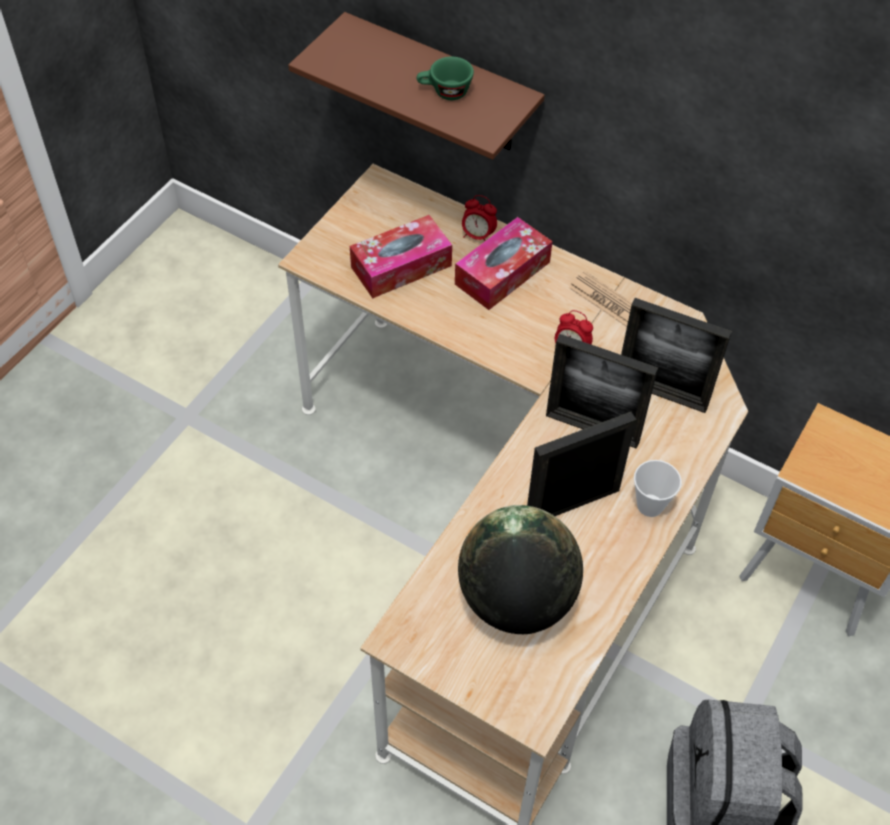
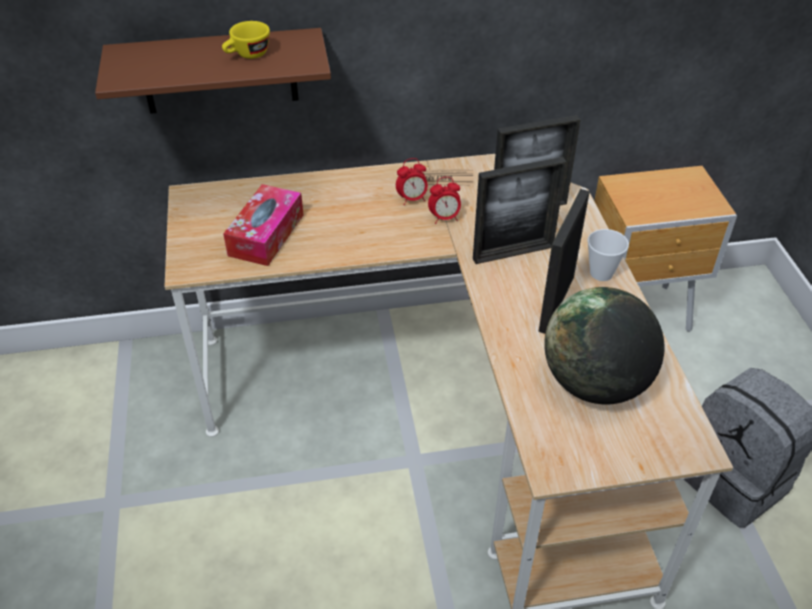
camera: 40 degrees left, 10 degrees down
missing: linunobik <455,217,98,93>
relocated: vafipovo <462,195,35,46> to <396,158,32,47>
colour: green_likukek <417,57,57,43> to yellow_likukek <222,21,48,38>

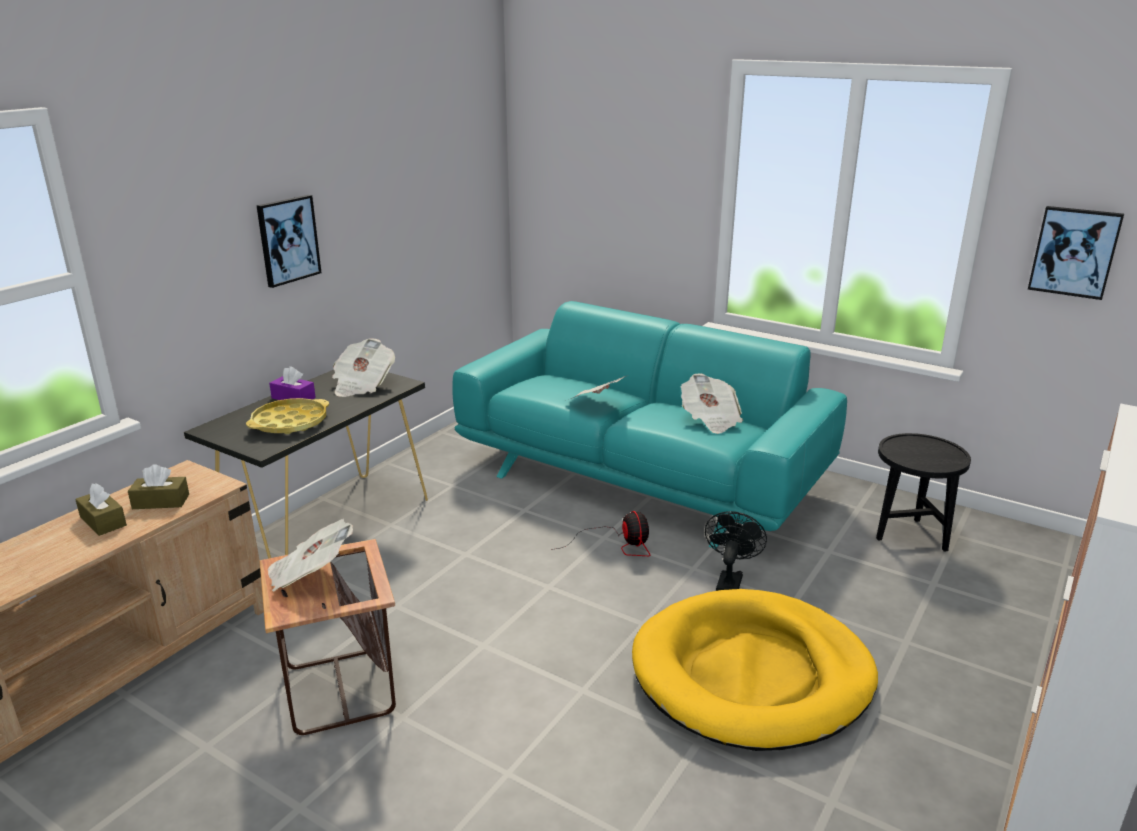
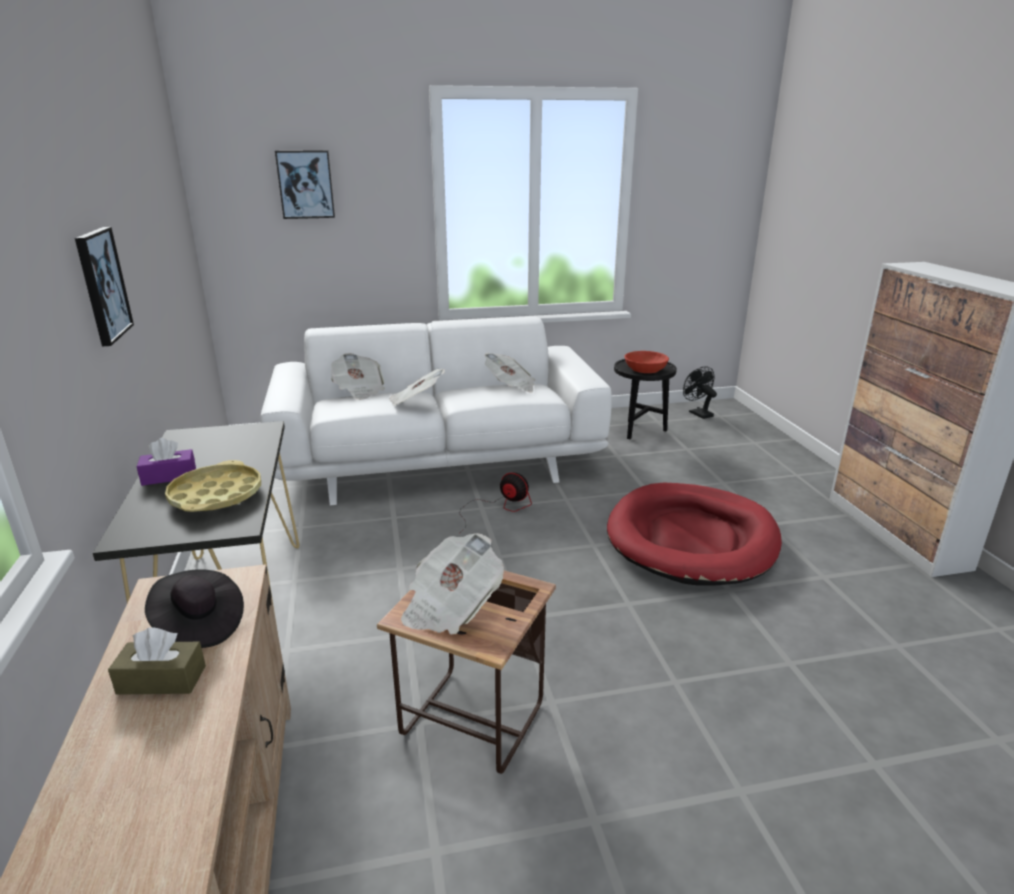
camera: 45 degrees left, 0 degrees up
appeared: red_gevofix <624,351,45,22>
relocated: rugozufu <332,338,63,59> to <331,353,54,47>; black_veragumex <705,511,62,80> to <683,366,34,53>; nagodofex <1028,206,96,94> to <275,150,60,69>
exchanged: brown_linunobik <128,464,61,45> to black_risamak <145,569,99,79>
colour: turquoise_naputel <452,301,395,248> to white_naputel <260,317,352,188>; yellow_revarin <632,589,246,162> to red_revarin <607,483,175,103>

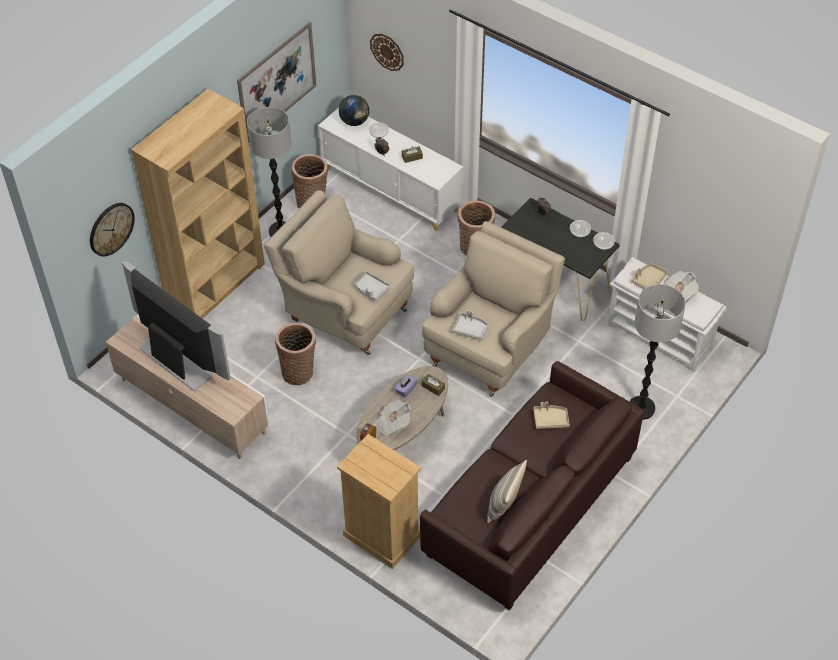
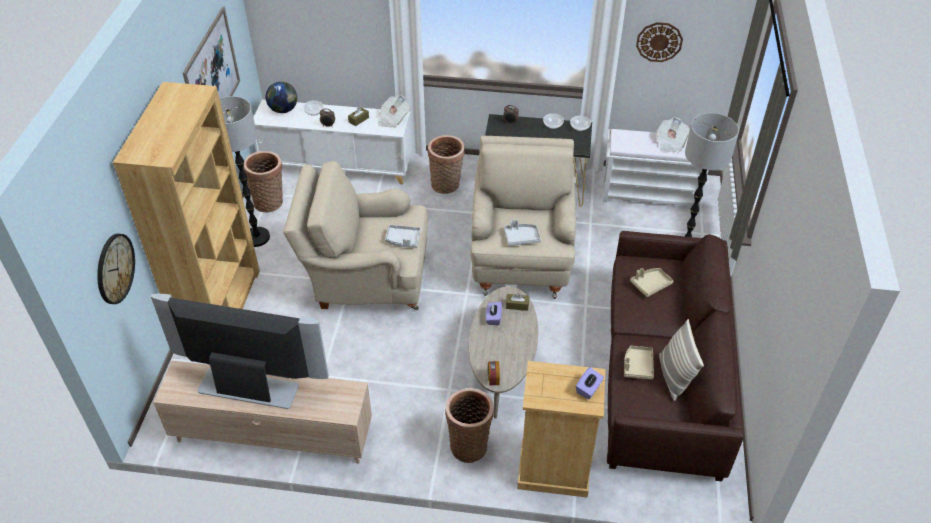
camera: 30 degrees left, 5 degrees down
appeared: purple_linunobik <576,367,28,32>
relocated: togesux <275,323,41,62> to <445,388,49,75>; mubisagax <370,34,34,37> to <636,22,47,40>; rugozufu <373,400,38,38> to <378,95,32,33>; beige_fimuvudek <631,263,37,26> to <624,346,30,34>

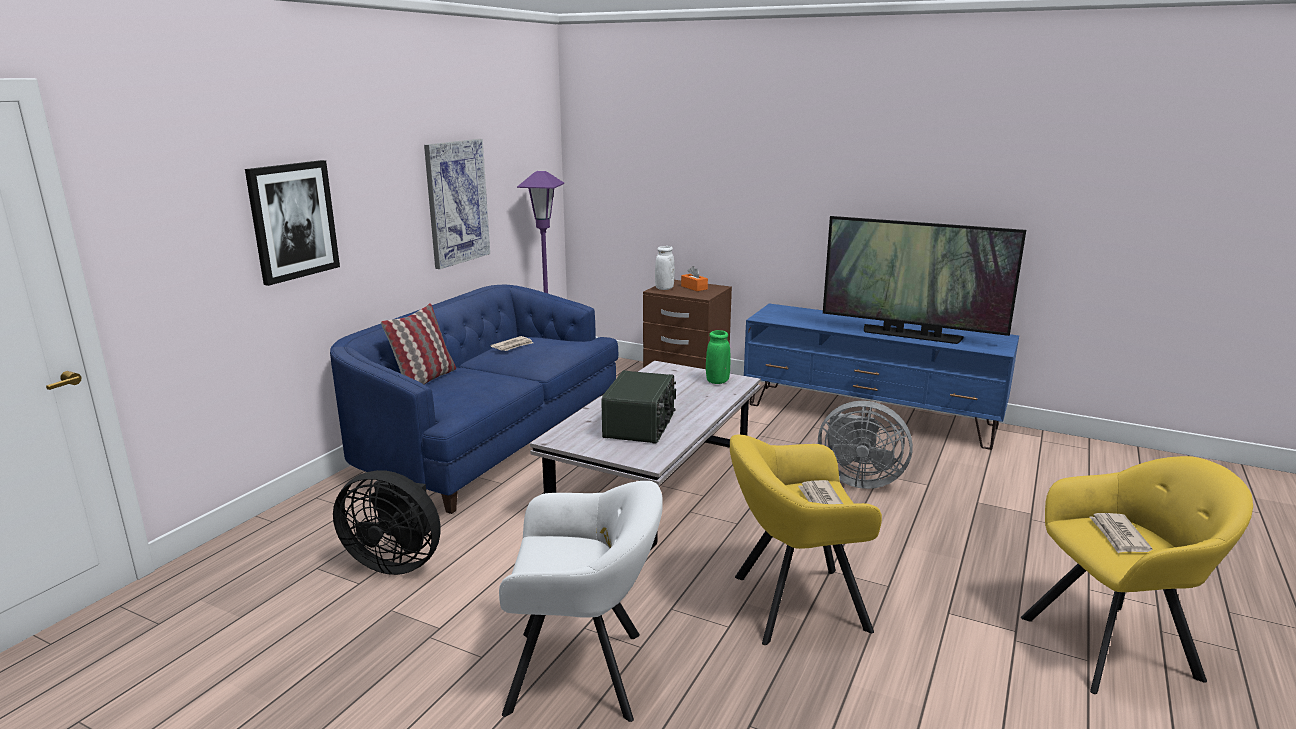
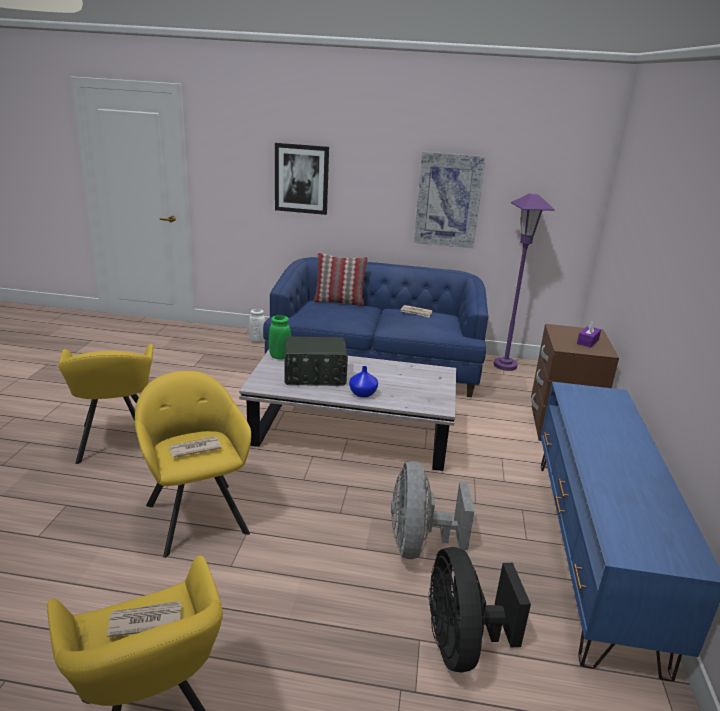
camera: 70 degrees right, 5 degrees up
missing: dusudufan <823,216,203,128>
appeared: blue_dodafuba <349,366,29,32>
relocated: black_veragumex <333,470,108,105> to <429,547,102,126>; white_dodafuba <655,246,20,44> to <248,309,18,33>; green_dodafuba <706,330,25,54> to <269,315,22,44>
colour: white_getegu <499,481,164,241> to yellow_getegu <59,344,94,120>; orange_linunobik <681,266,27,25> to purple_linunobik <577,320,24,28>

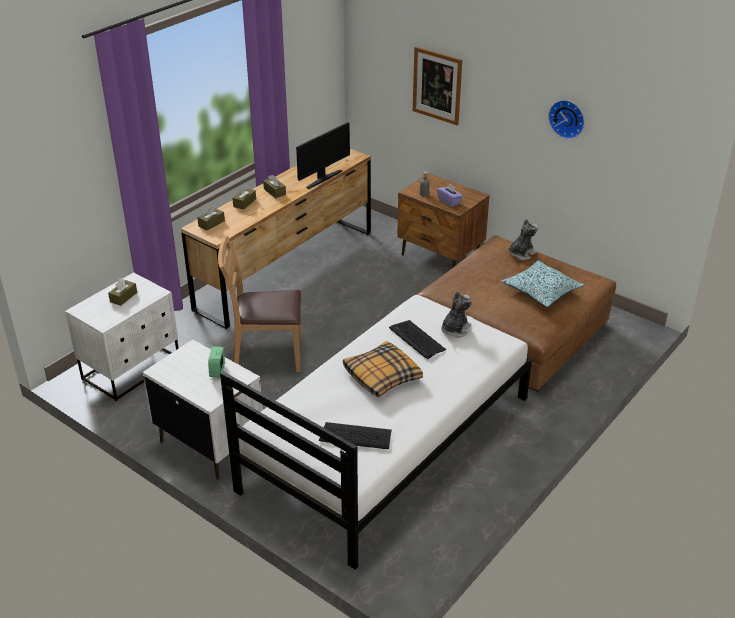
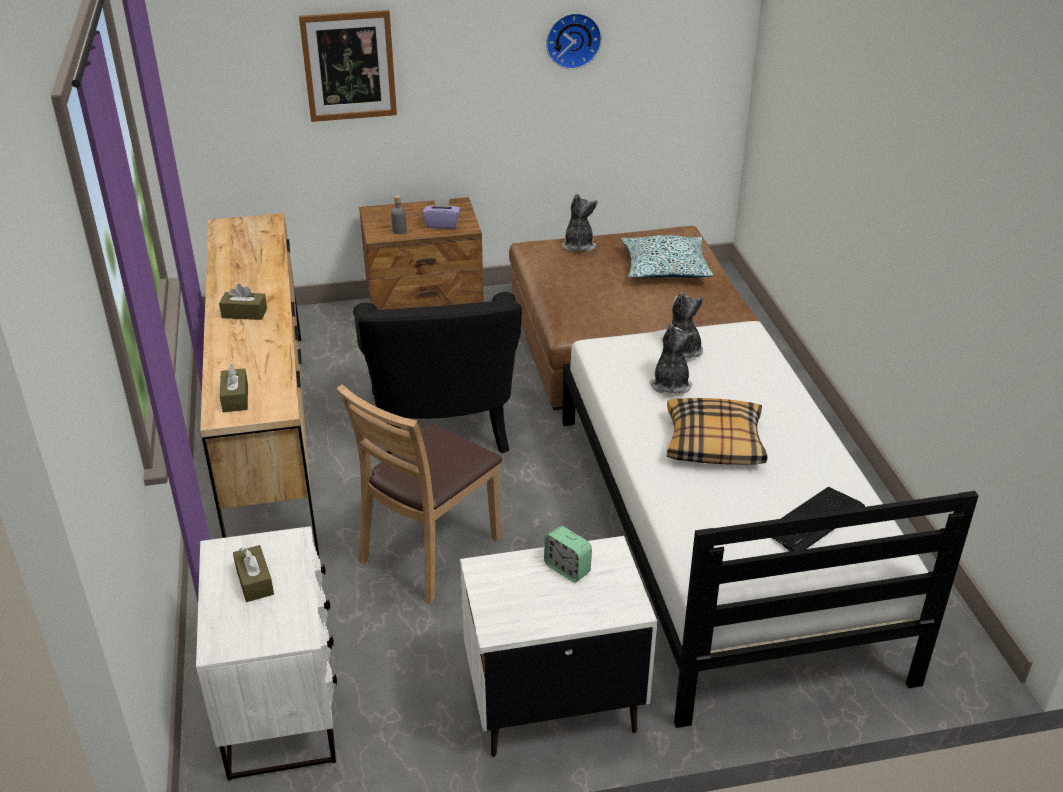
camera: 50 degrees left, 0 degrees up
missing: brown_linunobik <232,185,24,25>; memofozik <296,122,54,67>
appeared: black_getegu <353,292,169,163>
exchanged: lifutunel <389,320,57,39> to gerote <650,324,47,70>

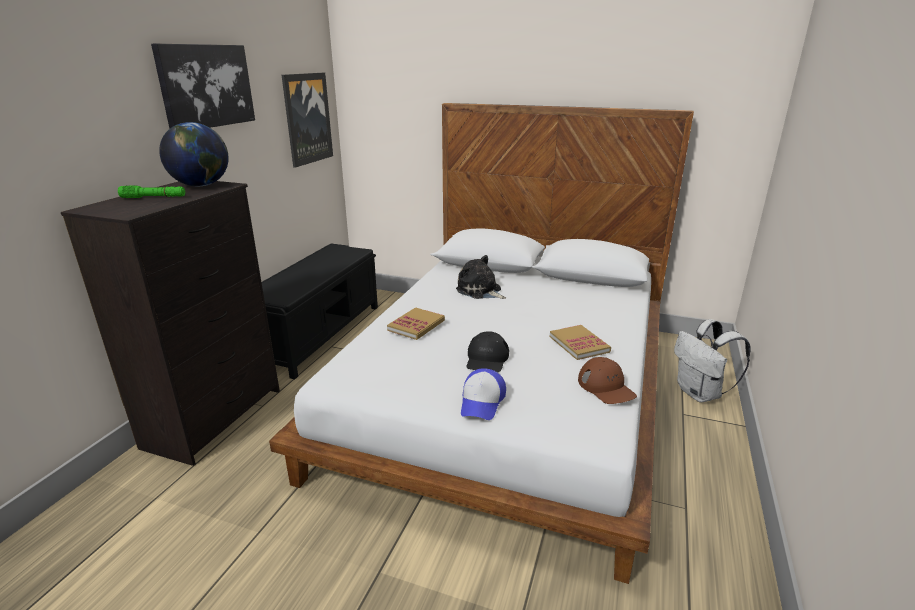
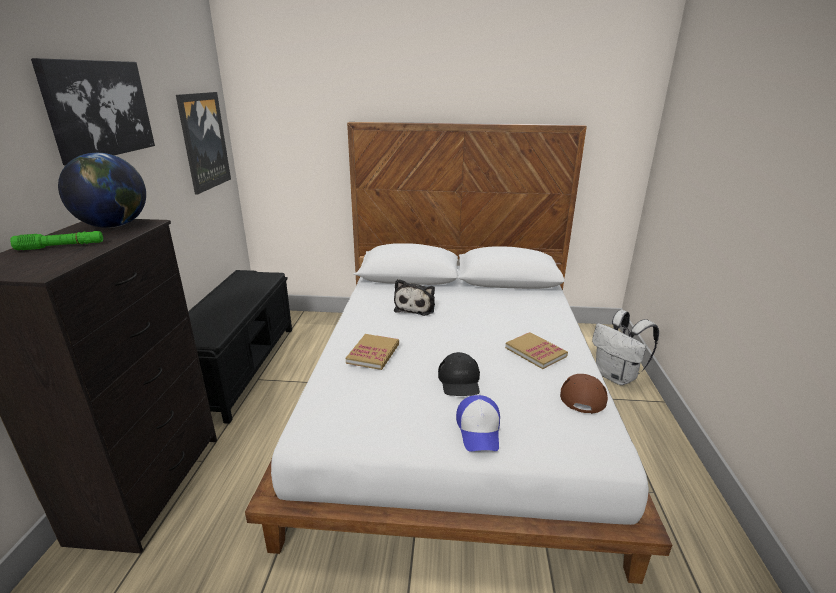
camera: 15 degrees left, 0 degrees up
spun: gerote <456,255,50,44> = <394,279,41,37> 105 degrees counterclockwise; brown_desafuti <578,357,59,47> = <560,374,48,40> 120 degrees counterclockwise

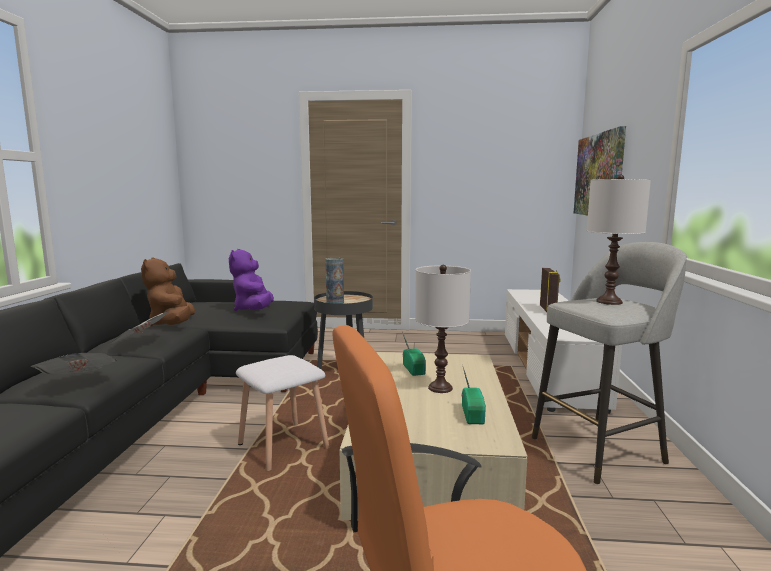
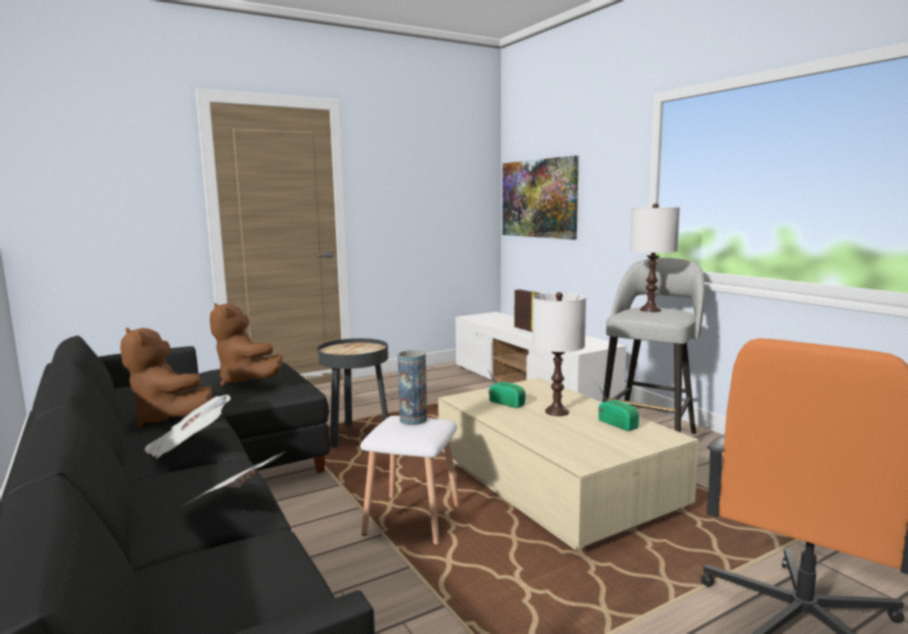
camera: 35 degrees left, 0 degrees up
relocated: dodafuba <325,258,19,46> to <398,350,29,75>
colour: purple_gerote <229,249,45,62> to brown_gerote <210,303,73,84>

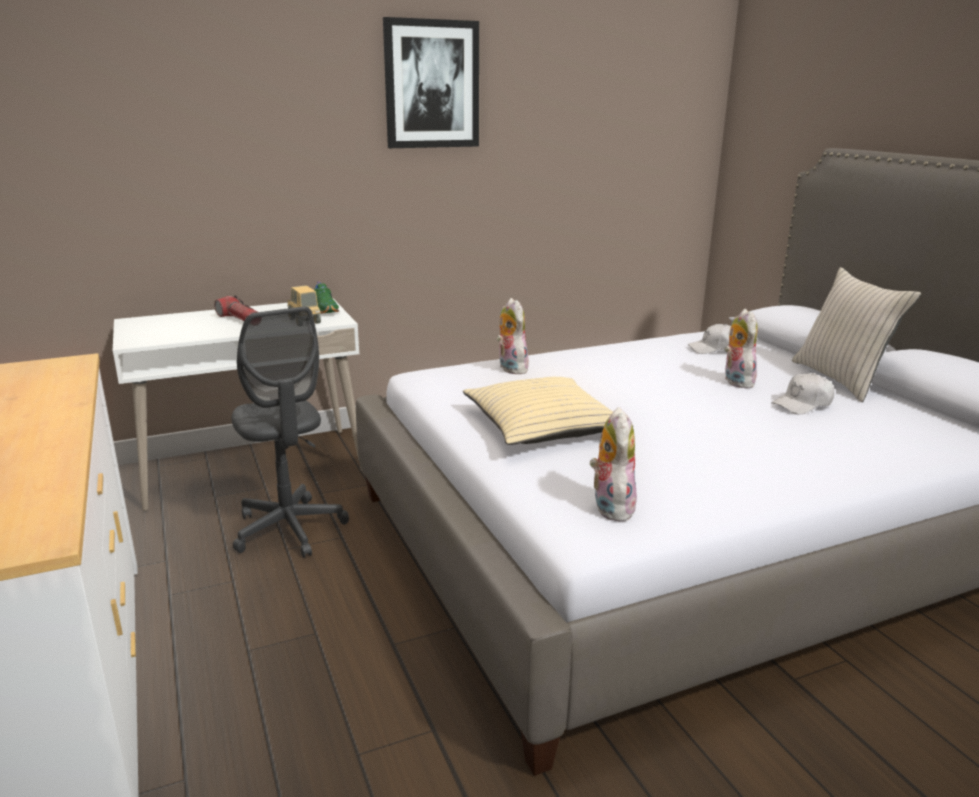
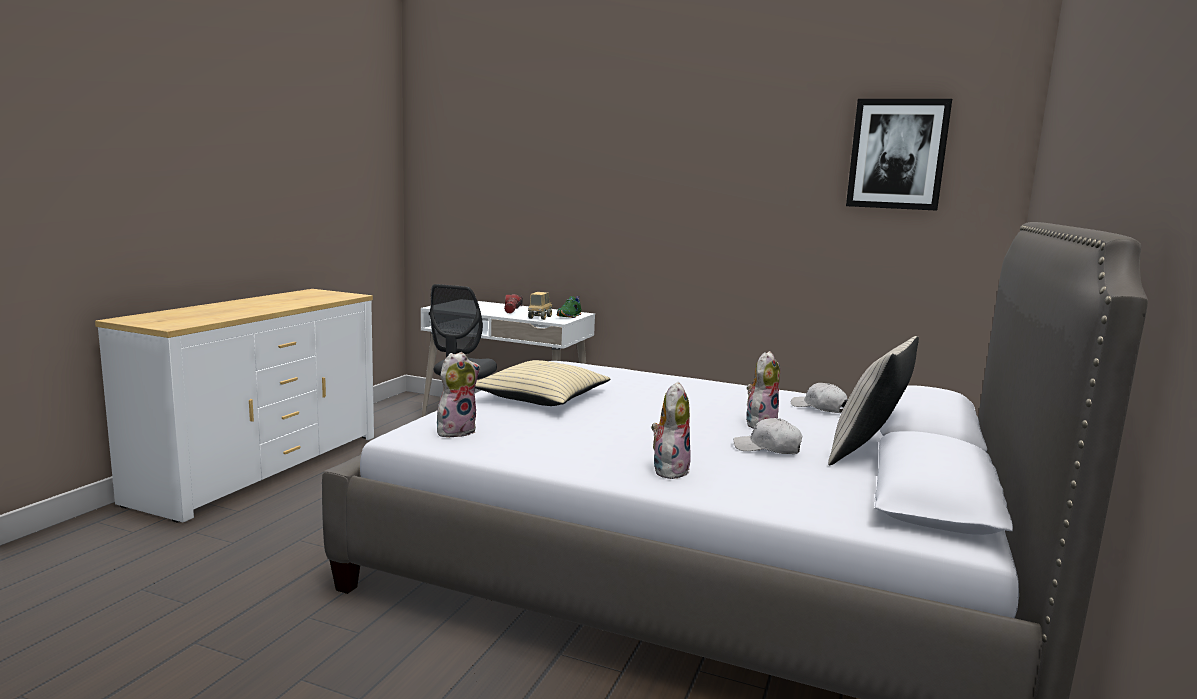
camera: 45 degrees right, 10 degrees down
relocated: nagodofex <383,17,96,131> to <846,99,106,112>; gerote <496,298,33,76> to <651,382,40,97>

